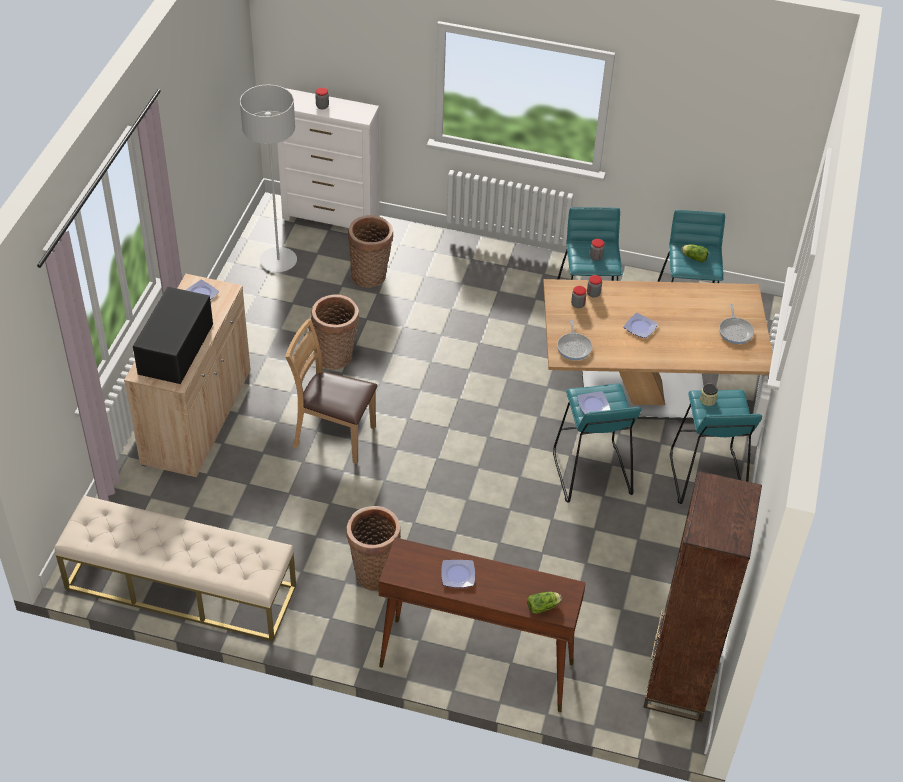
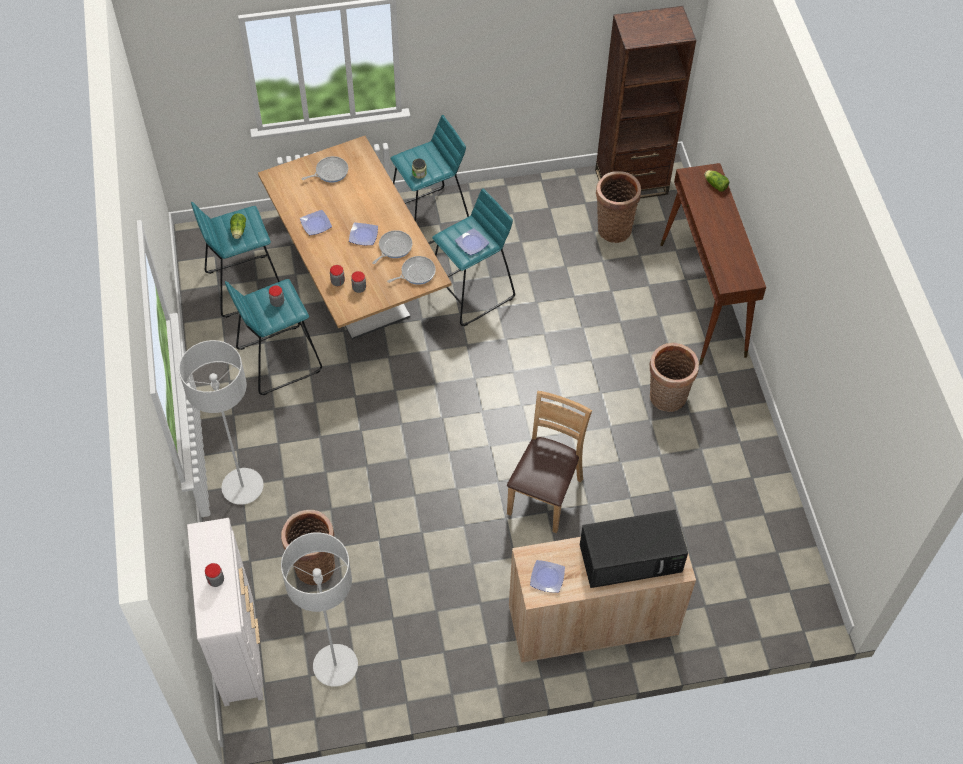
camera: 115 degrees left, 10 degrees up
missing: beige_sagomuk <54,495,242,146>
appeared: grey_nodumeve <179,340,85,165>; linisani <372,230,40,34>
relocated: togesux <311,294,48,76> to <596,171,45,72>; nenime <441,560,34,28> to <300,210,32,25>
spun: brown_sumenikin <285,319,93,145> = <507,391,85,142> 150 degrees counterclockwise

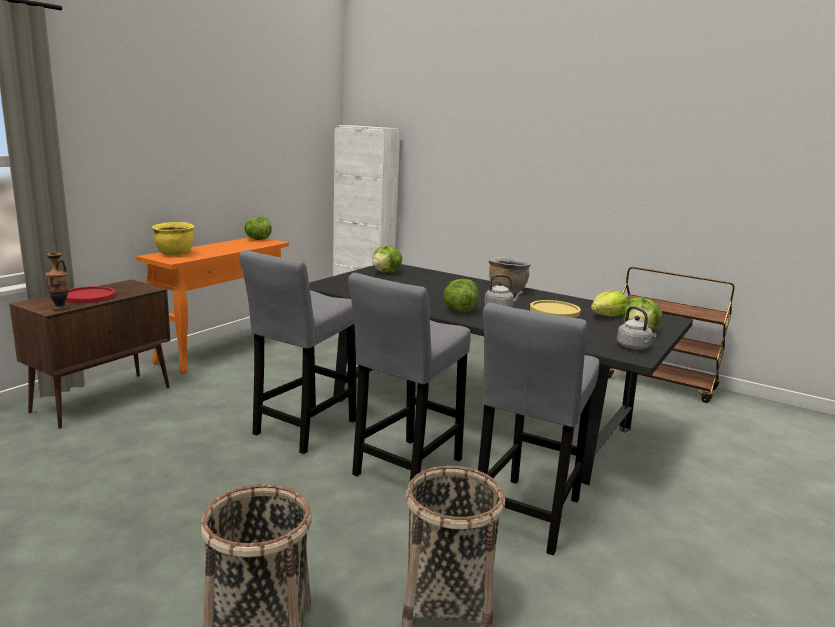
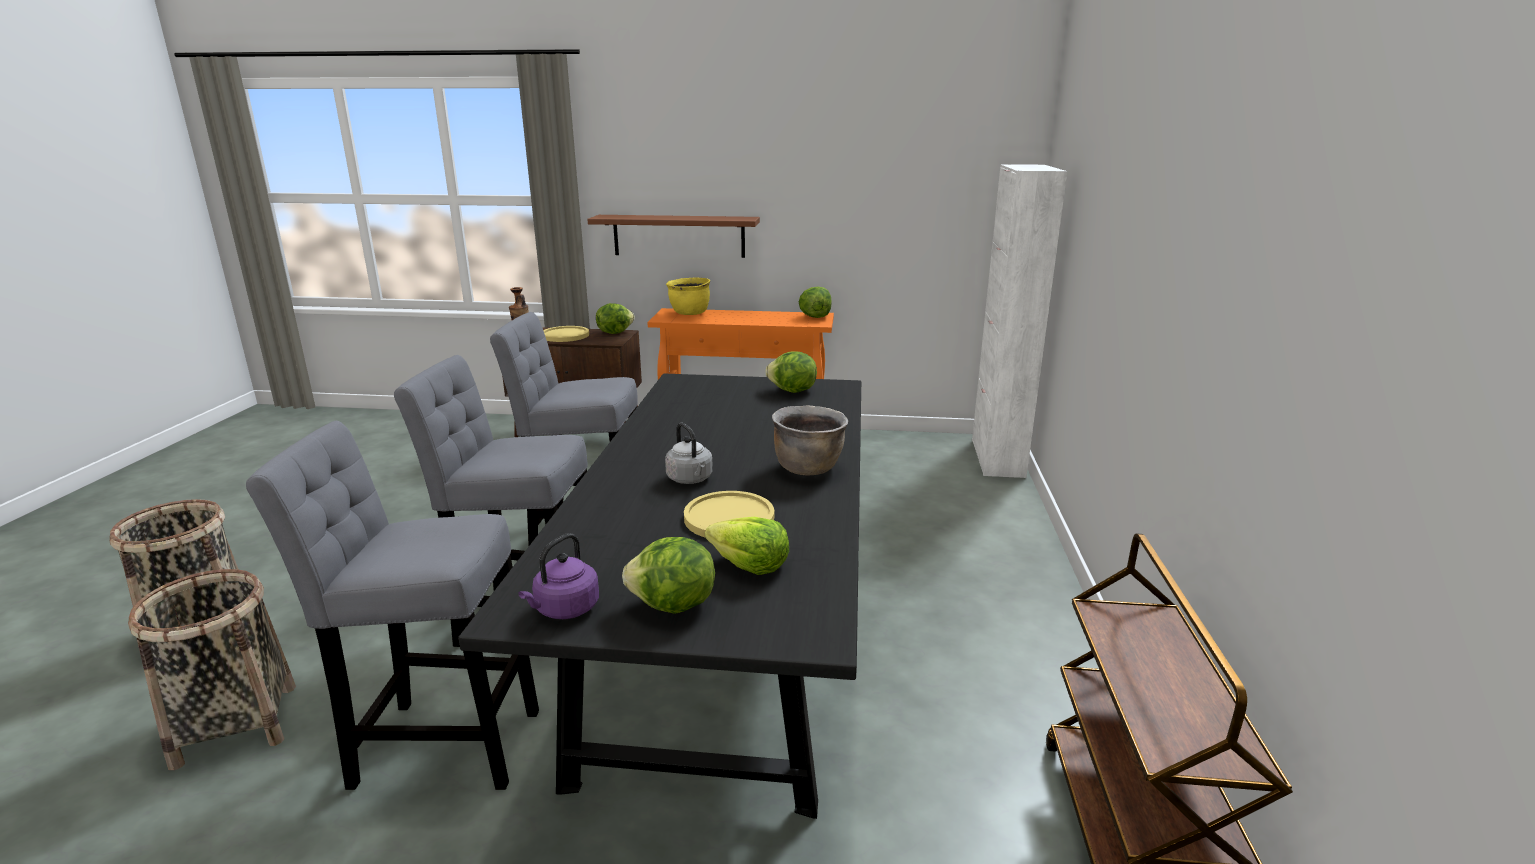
camera: 65 degrees right, 5 degrees up
appeared: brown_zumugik <587,215,173,43>
relocated: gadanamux <443,279,36,33> to <596,303,39,31>
colour: red_nenime <65,286,51,18> to yellow_nenime <543,326,46,16>; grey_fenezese <617,306,40,44> to purple_fenezese <518,533,81,86>

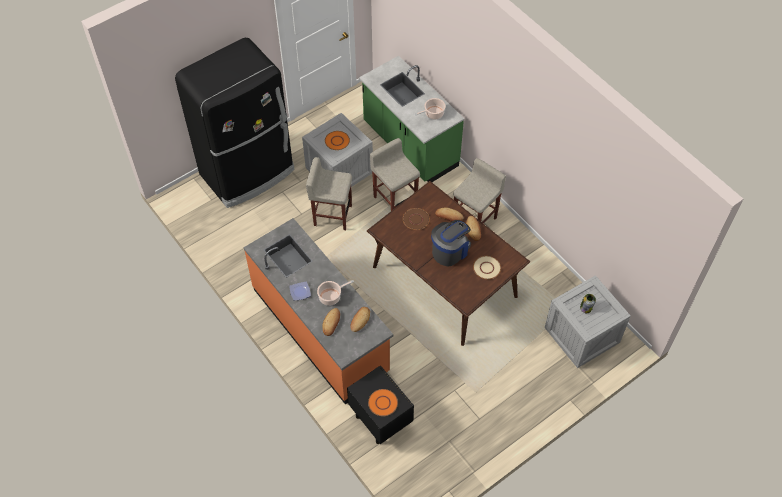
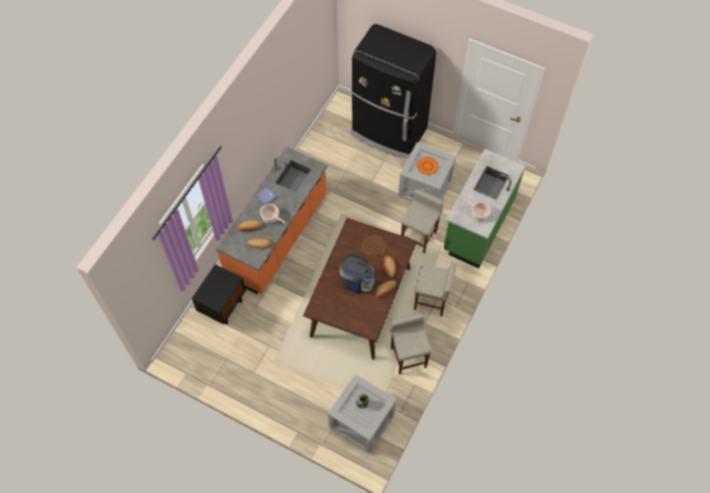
camera: 65 degrees right, 5 degrees up
missing: orange_nenime <368,389,30,27>; beige_nenime <473,256,28,23>
relocated: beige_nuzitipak <306,157,46,73> to <390,314,41,61>

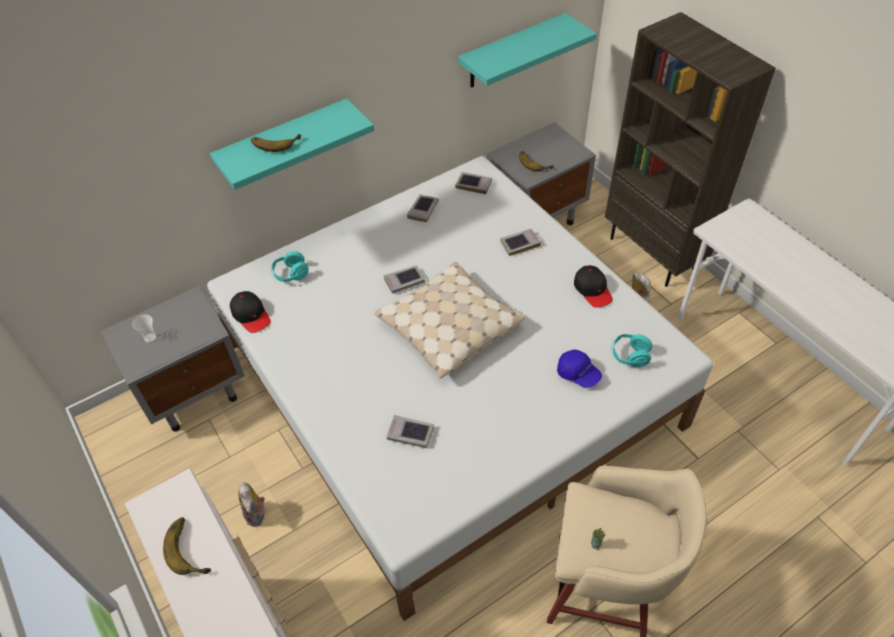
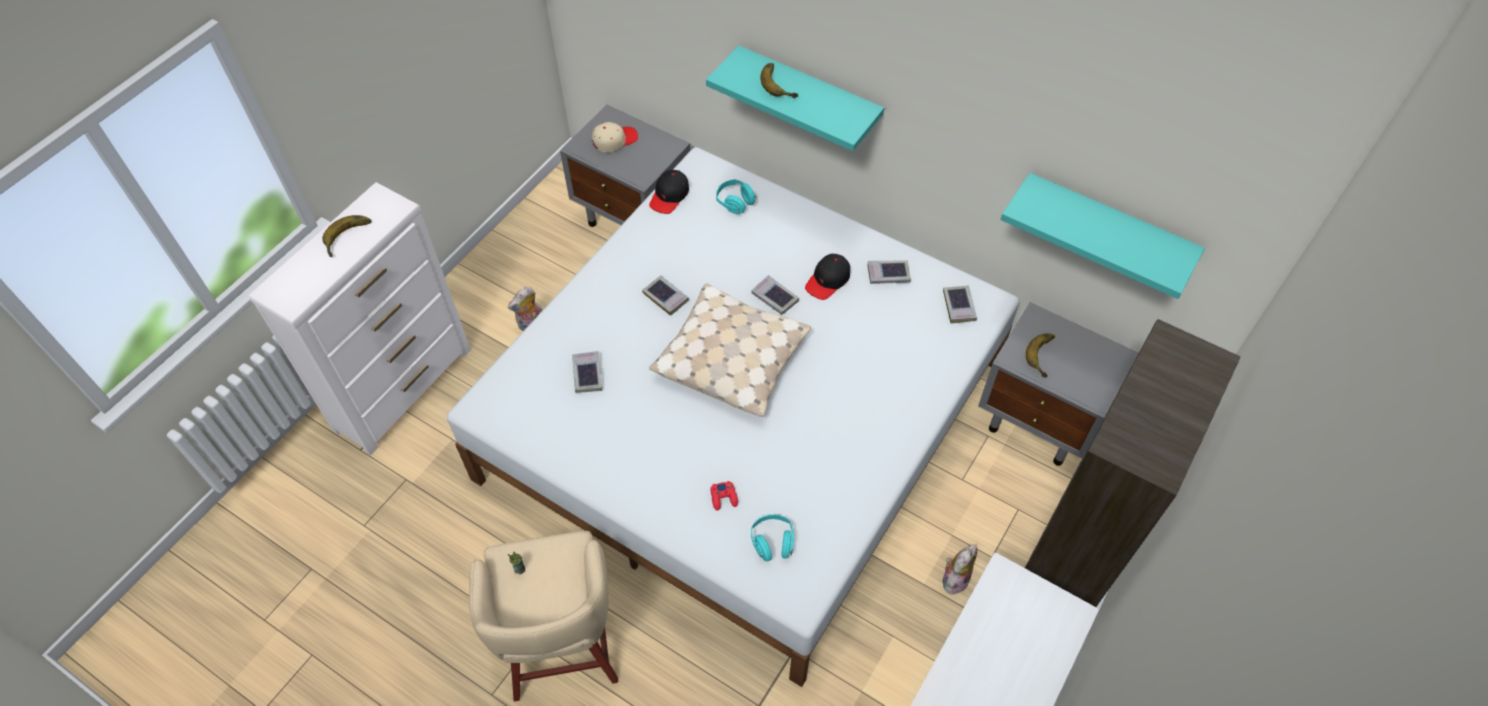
camera: 65 degrees right, 5 degrees up
relocated: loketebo <500,229,41,27> to <642,275,47,41>; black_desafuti <574,265,39,43> to <805,254,45,46>
exchanged: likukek <132,315,25,28> to beige_desafuti <592,122,46,30>; blue_desafuti <557,350,45,38> to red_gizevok <711,481,27,30>

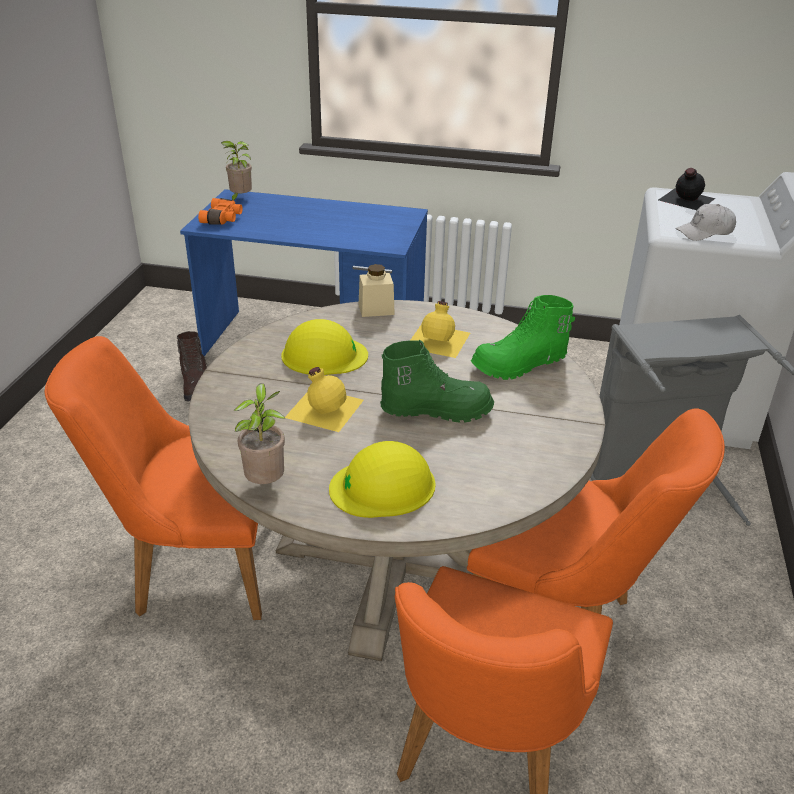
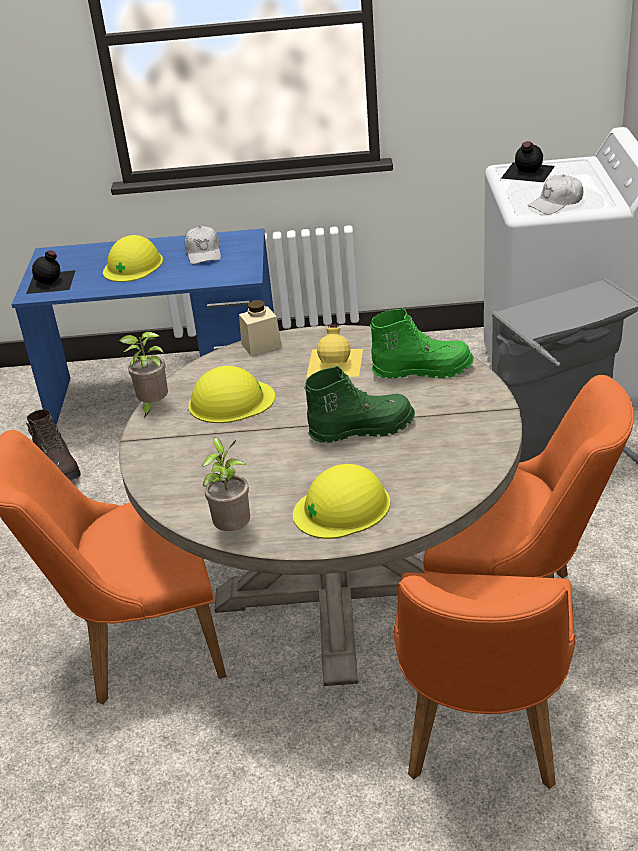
camera: 10 degrees left, 0 degrees up
missing: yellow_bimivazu <285,367,79,65>
appeared: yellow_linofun <103,235,60,47>; white_desafuti <185,226,36,38>
relocated: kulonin <221,141,31,59> to <119,331,49,87>
exchanged: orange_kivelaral <198,198,45,27> to black_bimivazu <26,250,50,44>
spun: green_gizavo <471,295,104,85> = <370,308,104,71> 150 degrees counterclockwise

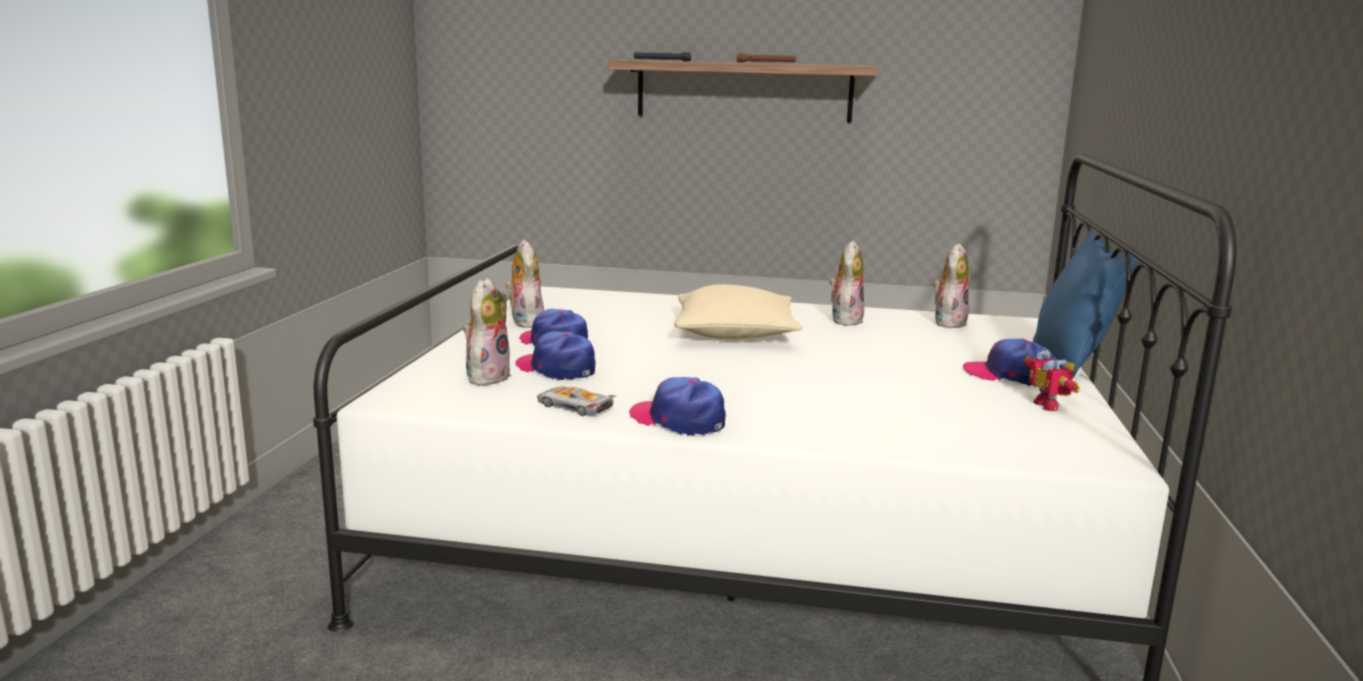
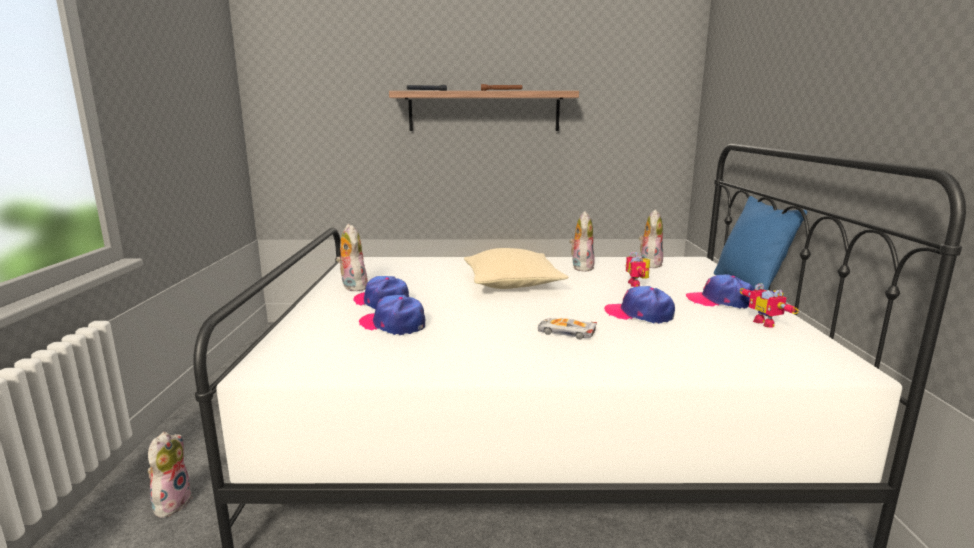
camera: 10 degrees left, 0 degrees up
appeared: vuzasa <626,252,24,35>
relocated: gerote <463,278,49,108> to <148,432,45,86>; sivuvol <537,386,79,30> to <538,318,59,22>; desafuti <629,377,97,59> to <604,286,71,38>

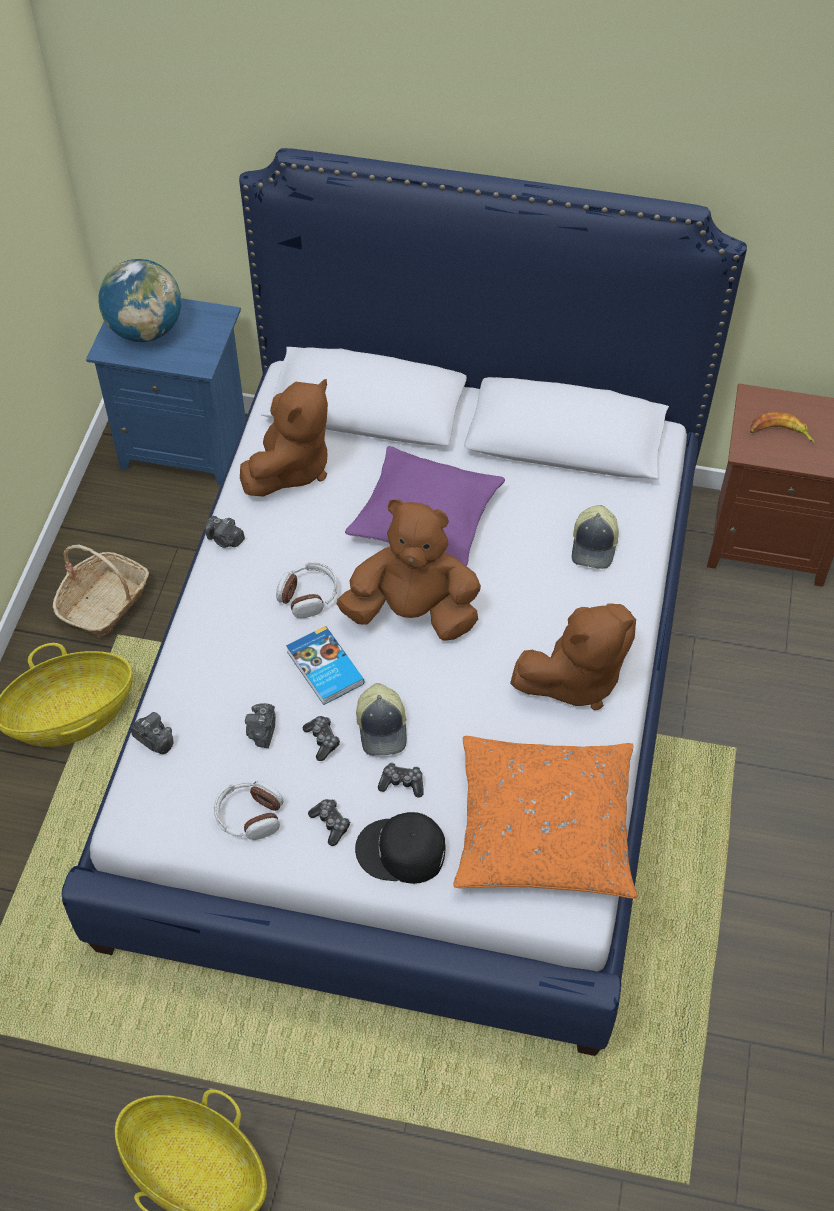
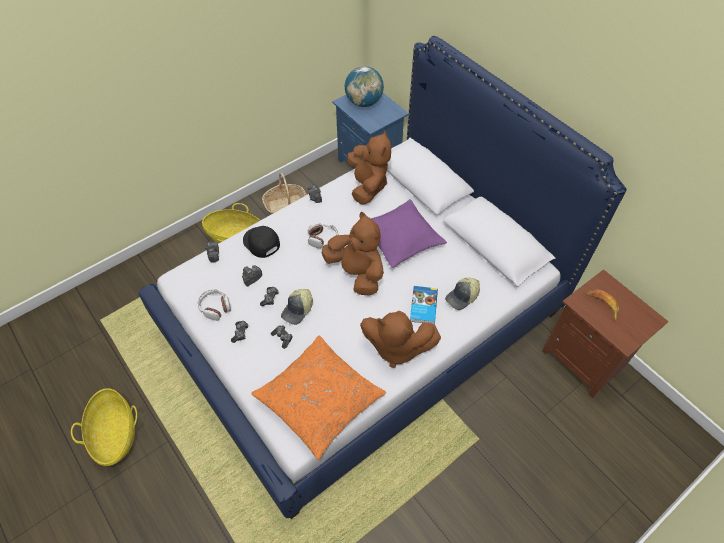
camera: 40 degrees right, 0 degrees up
relocated: loketebo <286,626,78,79> to <410,286,28,38>; black_desafuti <355,812,91,72> to <243,226,37,32>
spun: brown_gerote <240,379,88,118> = <347,130,44,75> 75 degrees counterclockwise

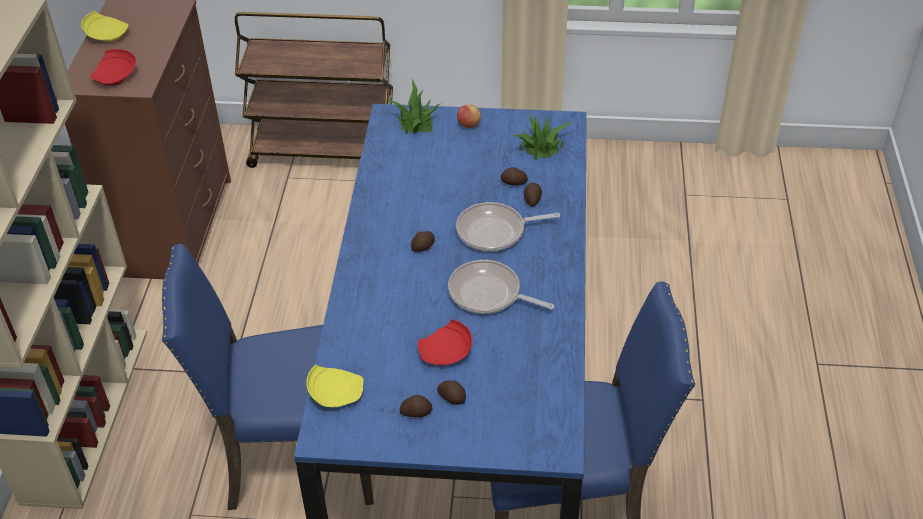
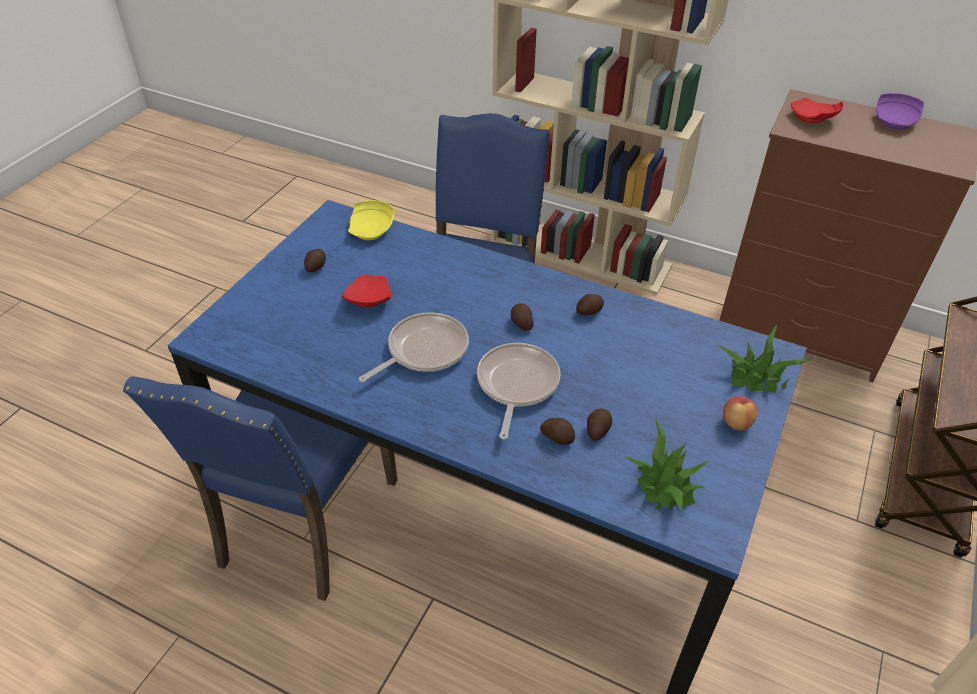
camera: 110 degrees right, 0 degrees up
relocated: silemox <437,380,29,25> to <576,294,28,21>
colour: yellow_nenime <81,11,48,31> to purple_nenime <876,93,48,37>

